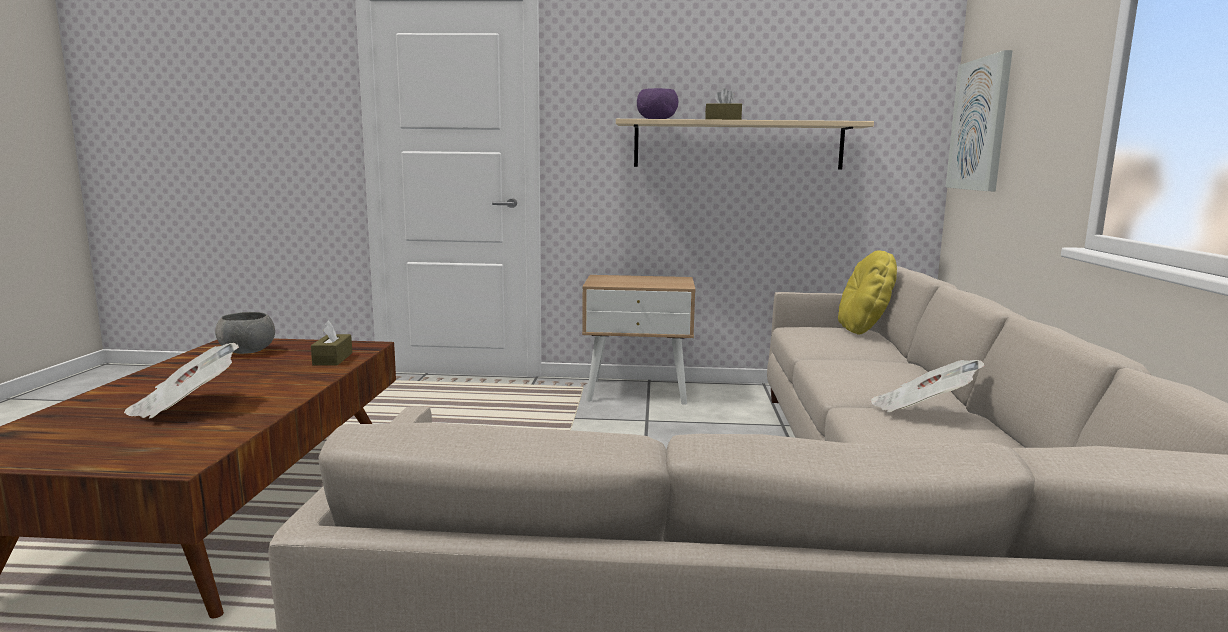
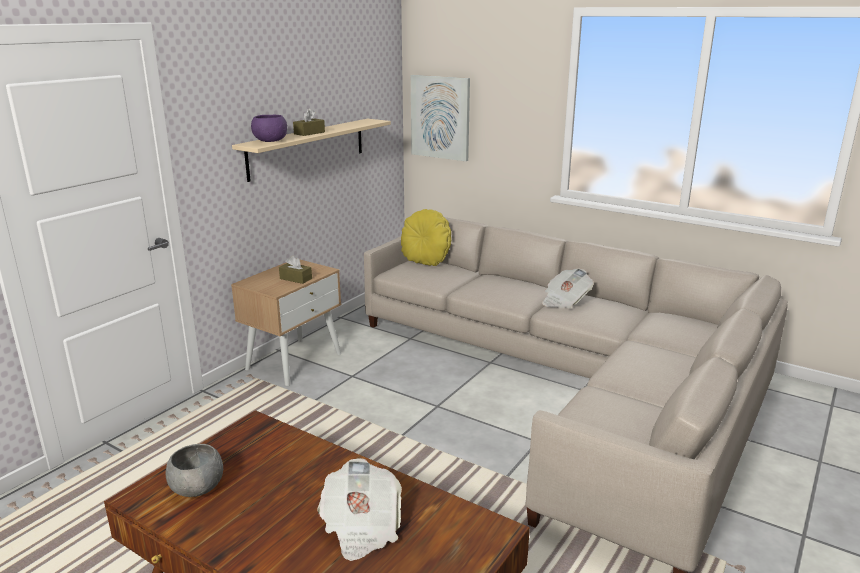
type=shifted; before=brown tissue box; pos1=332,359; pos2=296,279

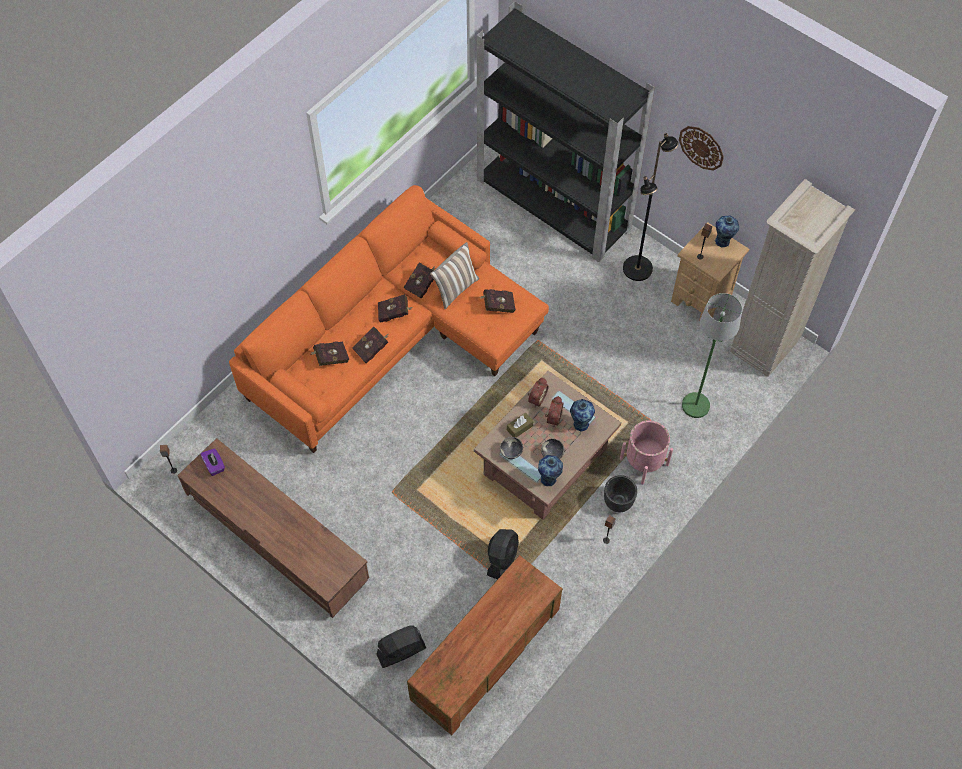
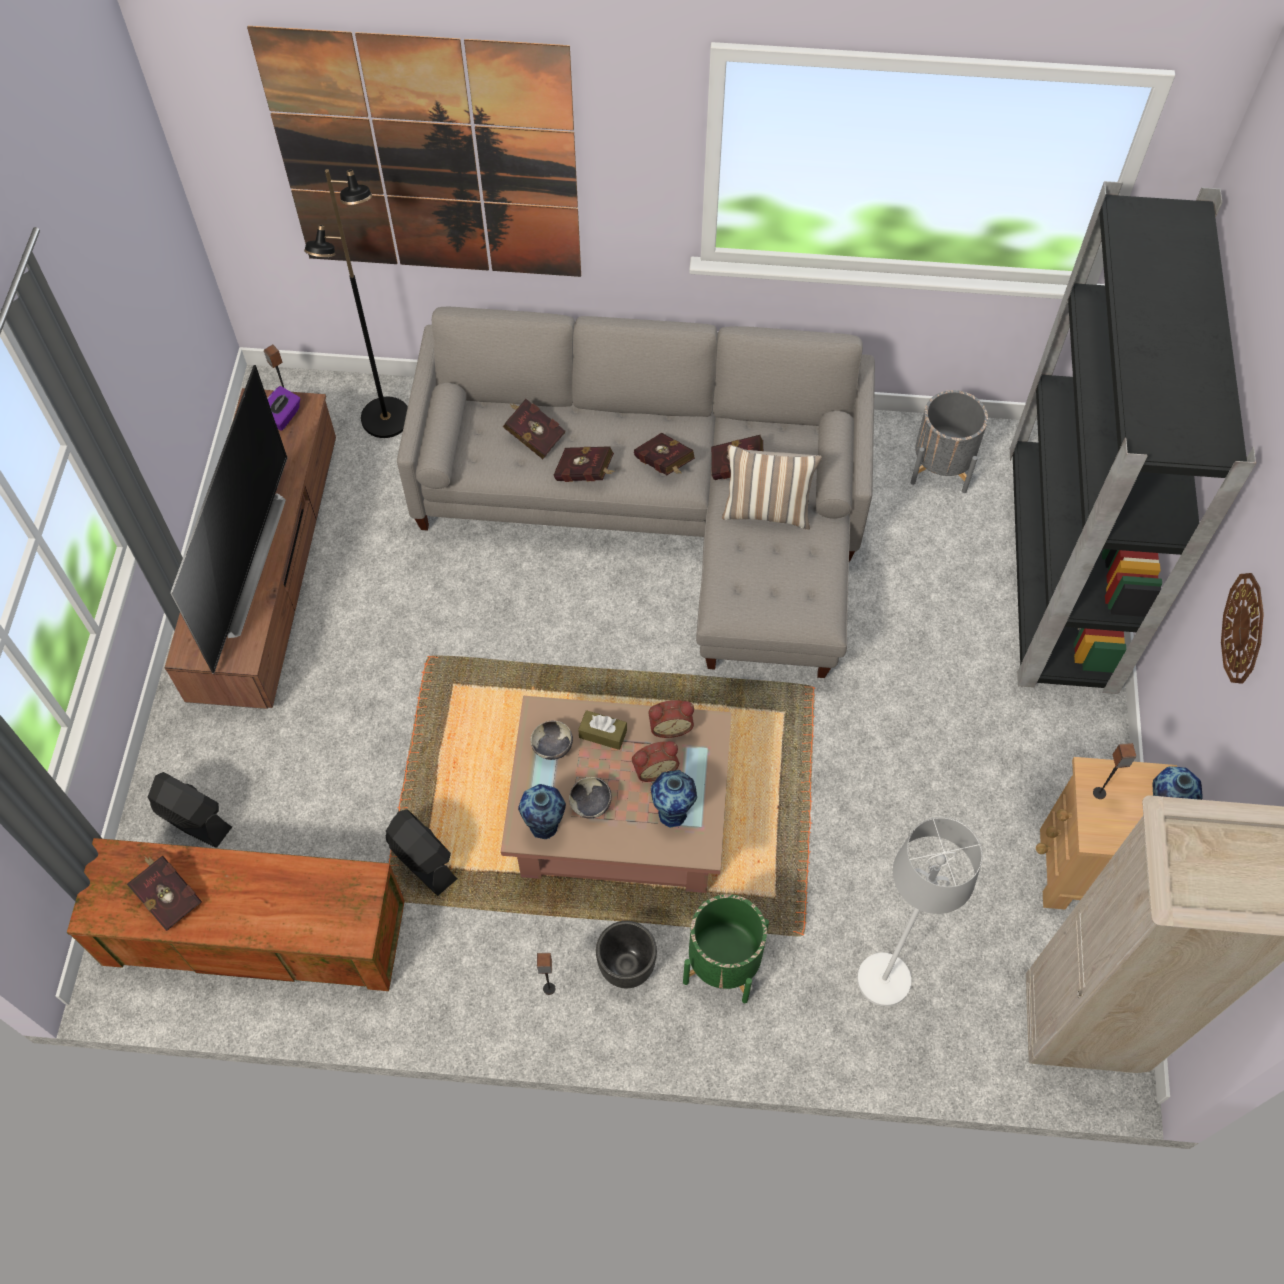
type=shifted; before=red book; pos1=497,305; pos2=168,896
type=new; after=television; pos2=242,562
type=new; after=picture; pos2=428,160
type=shifted; before=black floor lamp; pos1=638,269; pos2=386,419
type=rotated; before=black fan; pos1=502,558; pos2=421,860; turn=-120
type=repainted; before=orange sofa; after=grey sofa; pos1=393,340; pos2=664,511
type=repainted; before=pink planter; after=green planter; pos1=644,462; pos2=723,962
type=repainted; before=green floor lamp; after=white floor lamp; pos1=696,406; pos2=883,980
type=new; after=grey planter; pos2=941,466

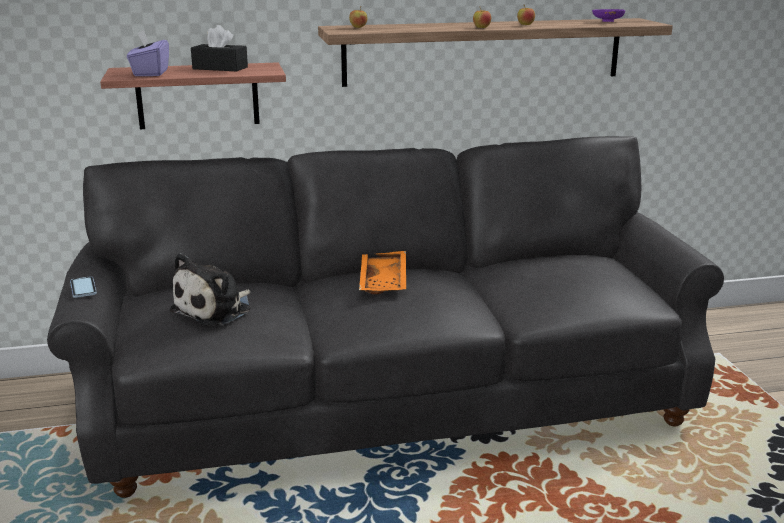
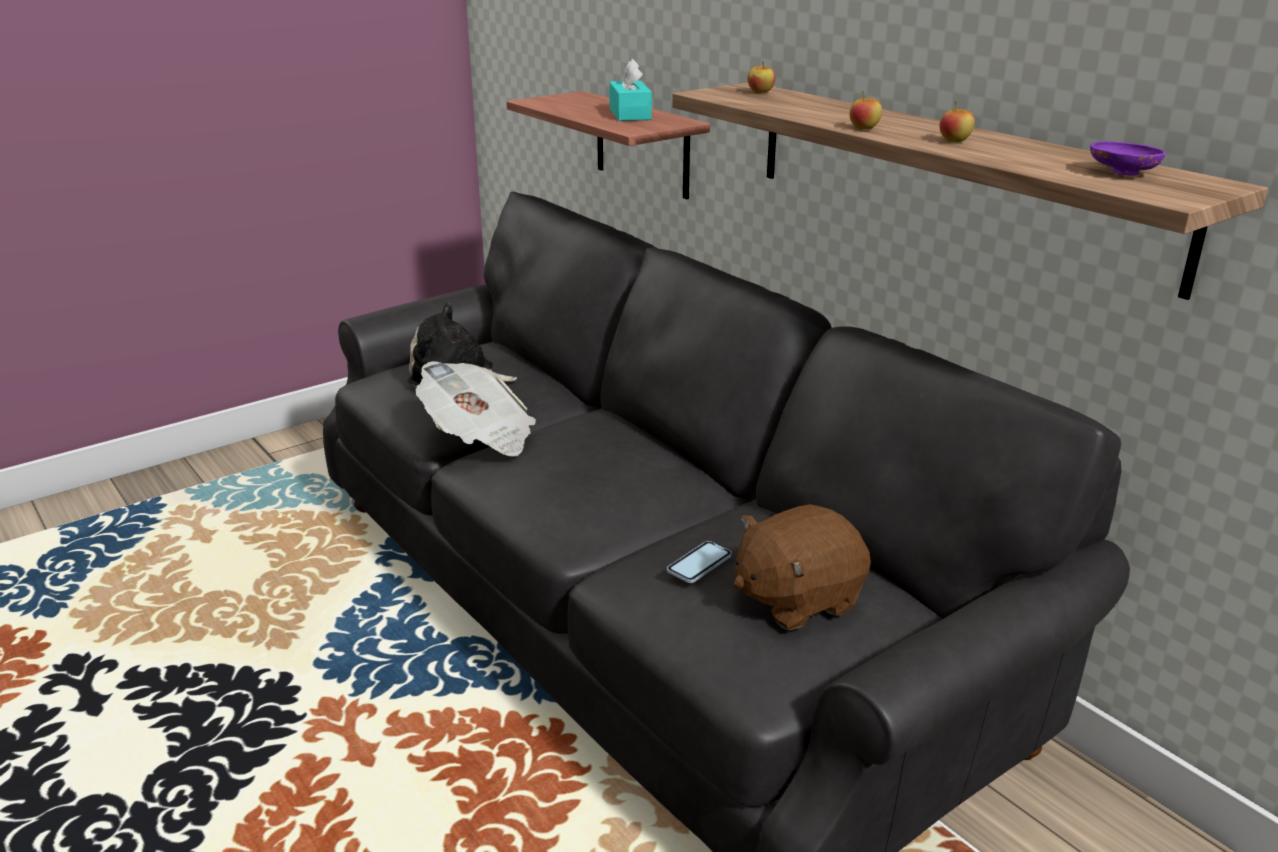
type=new; after=newspaper; pos2=480,436
type=repainted; before=black tissue box; after=turquoise tissue box; pos1=220,68; pos2=630,114
type=shifted; before=phone; pos1=83,288; pos2=699,564
type=new; after=brown plush toy; pos2=796,599
type=gone; before=purple tissue box; pos1=150,73
type=gone; before=orange tray; pos1=385,280

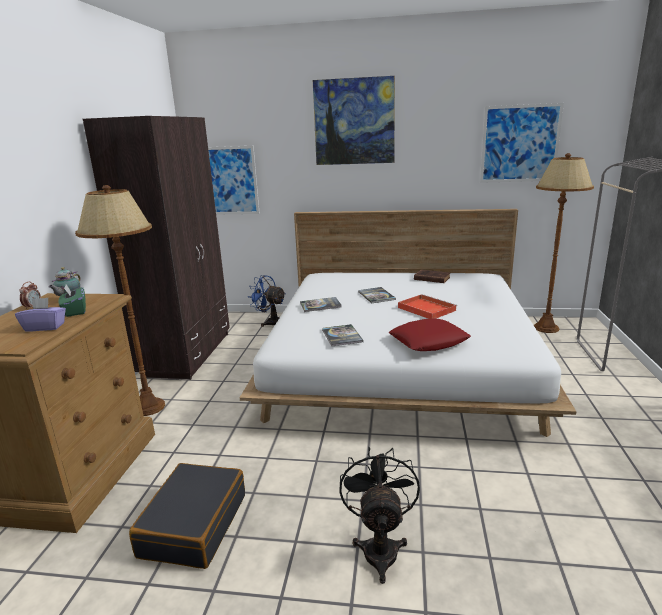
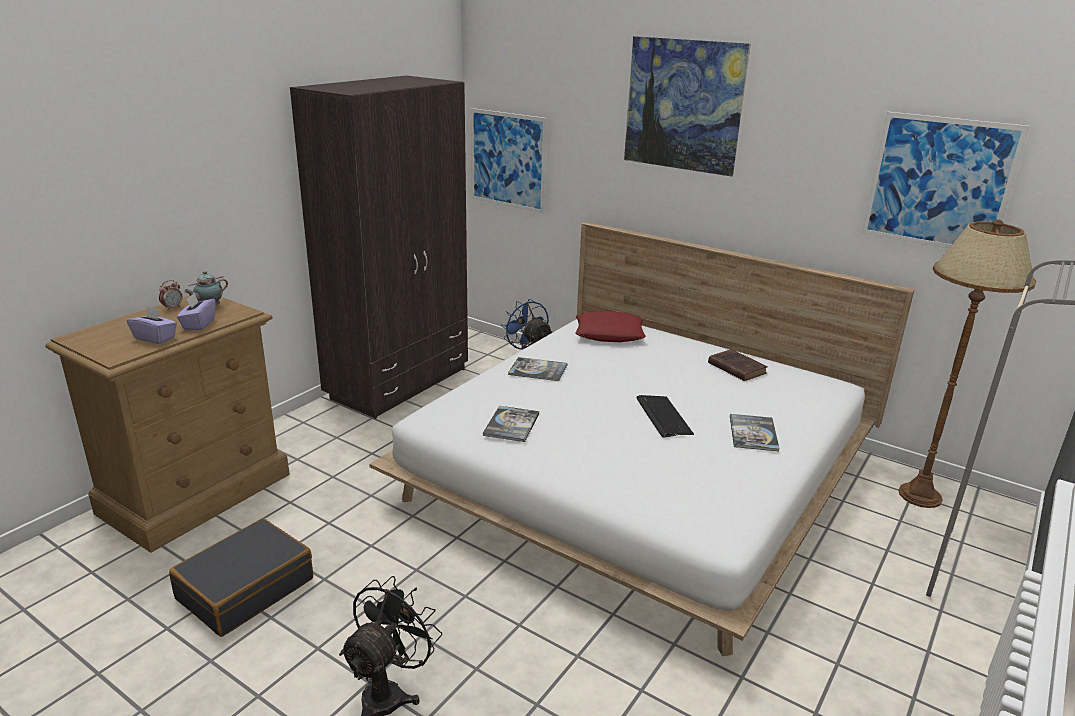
type=repainted; before=green tissue box; after=purple tissue box; pos1=75,311; pos2=198,324
type=shifted; before=red pillow; pos1=429,341; pos2=609,333
type=swapped; before=red tray; after=keyboard; pos1=425,309; pos2=663,417
type=shifted; before=book; pos1=376,296; pos2=753,433
type=gone; before=brown floor lamp; pos1=149,407

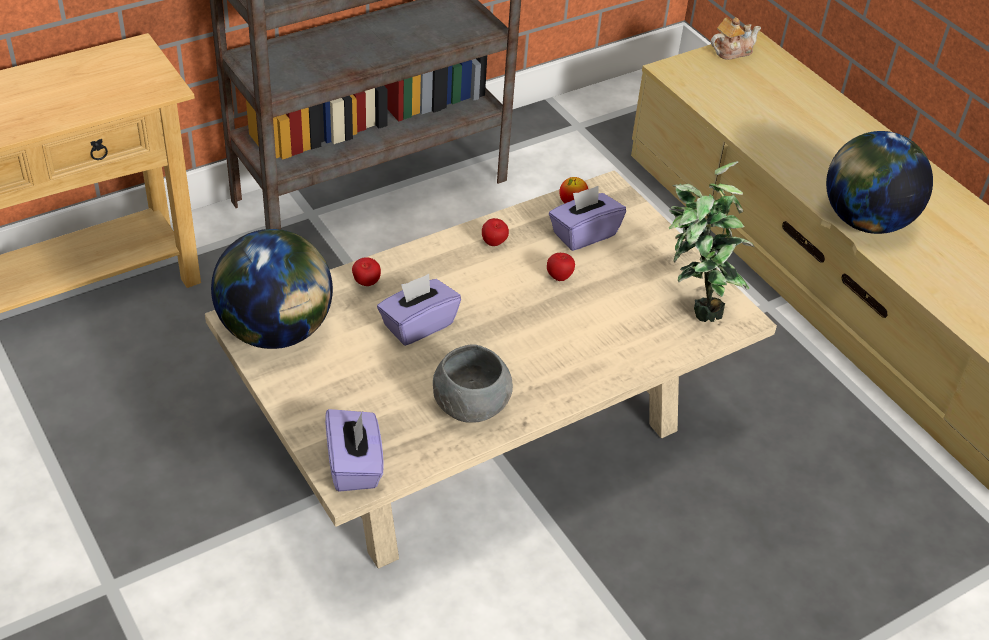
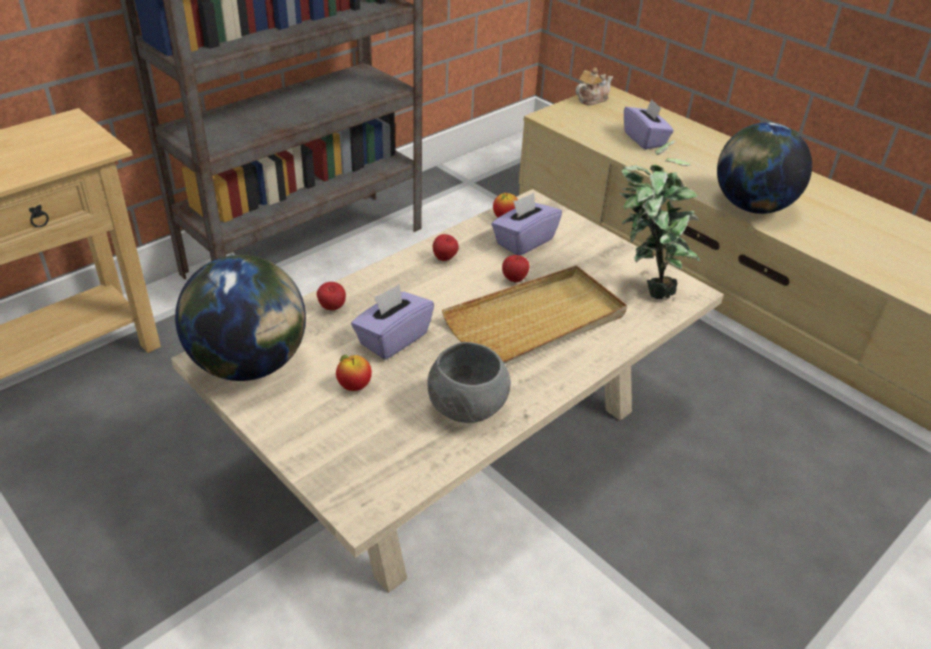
type=new; after=apple; pos2=354,386
type=new; after=beige tray; pos2=537,321
type=shifted; before=purple tissue box; pos1=355,465; pos2=645,139

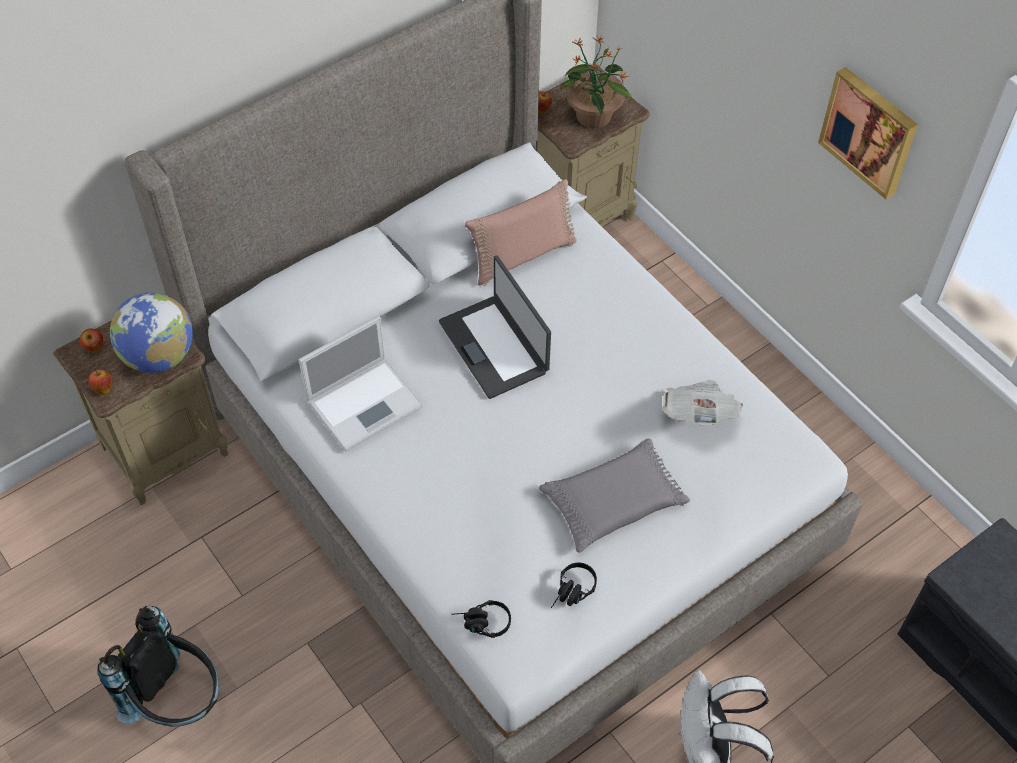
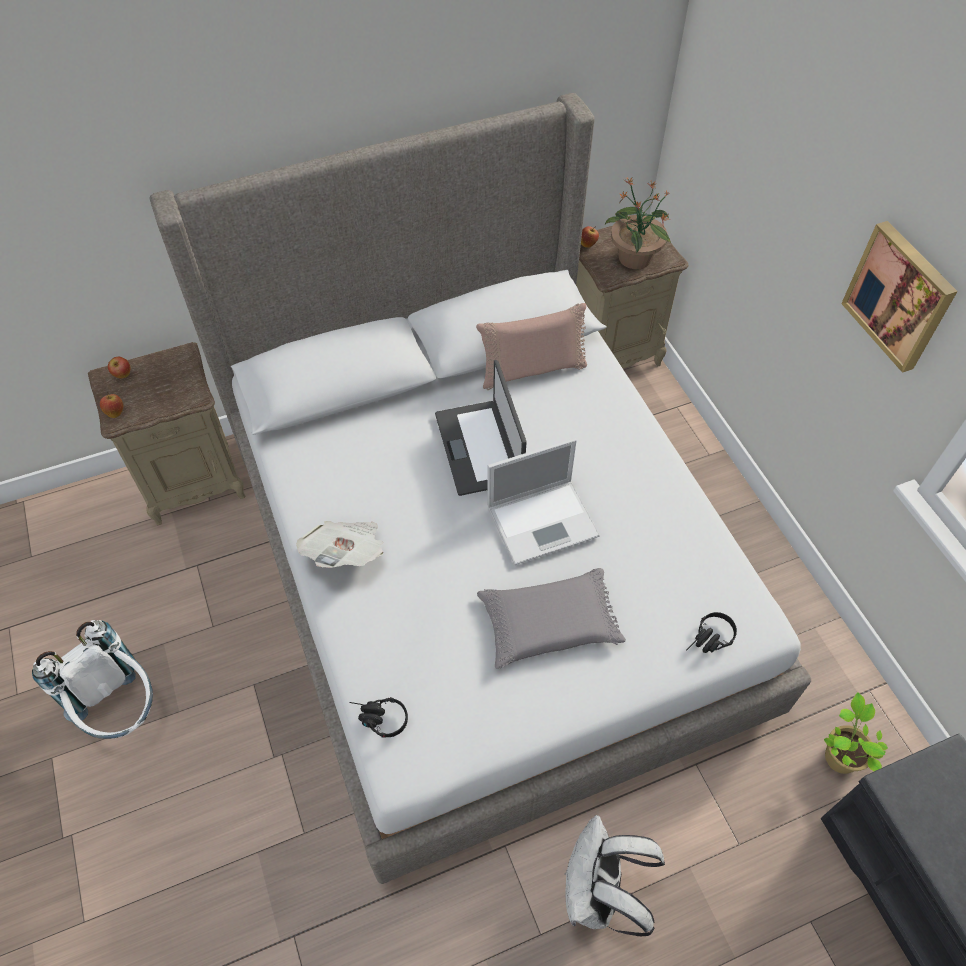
type=repainted; before=black backpack; after=white backpack; pos1=177,701; pos2=122,710
type=shifted; before=newspaper; pos1=699,414; pos2=347,554
type=shifted; before=laptop; pos1=366,403; pos2=544,520
type=shifted; before=black headphones; pos1=572,593; pos2=709,641
type=new; after=potted plant; pos2=839,755
type=gone; before=globe; pos1=159,356

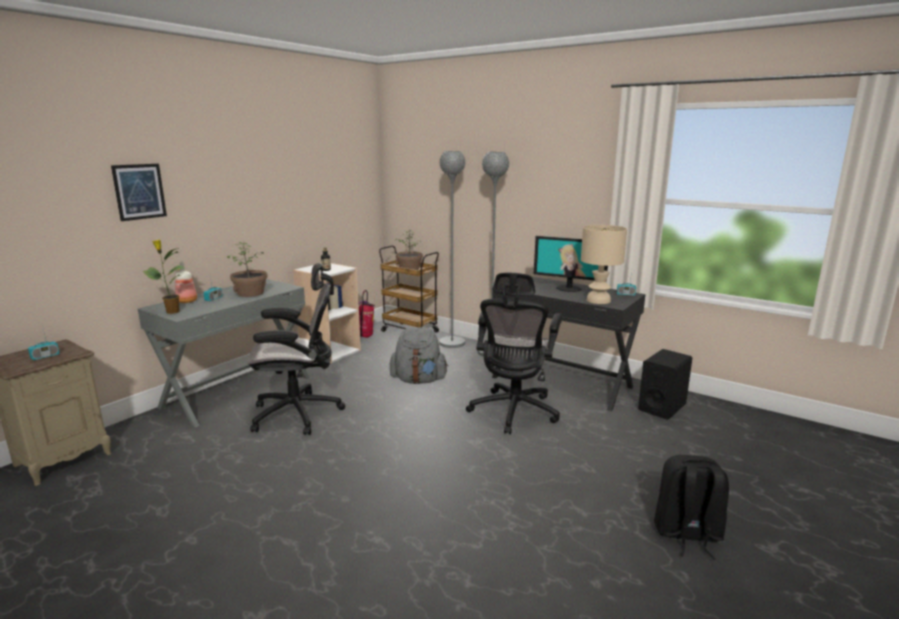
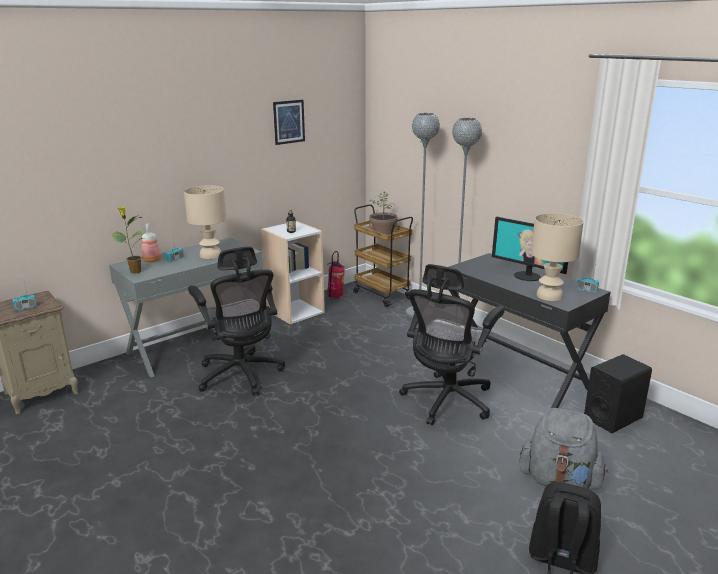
type=swapped; before=potted plant; after=beige table lamp; pos1=251,293; pos2=210,255
type=rotated; before=office chair; pos1=297,413; pos2=241,375; turn=60
type=shifted; before=picture; pos1=139,191; pos2=289,122
type=shifted; before=grey backpack; pos1=419,380; pos2=559,481

